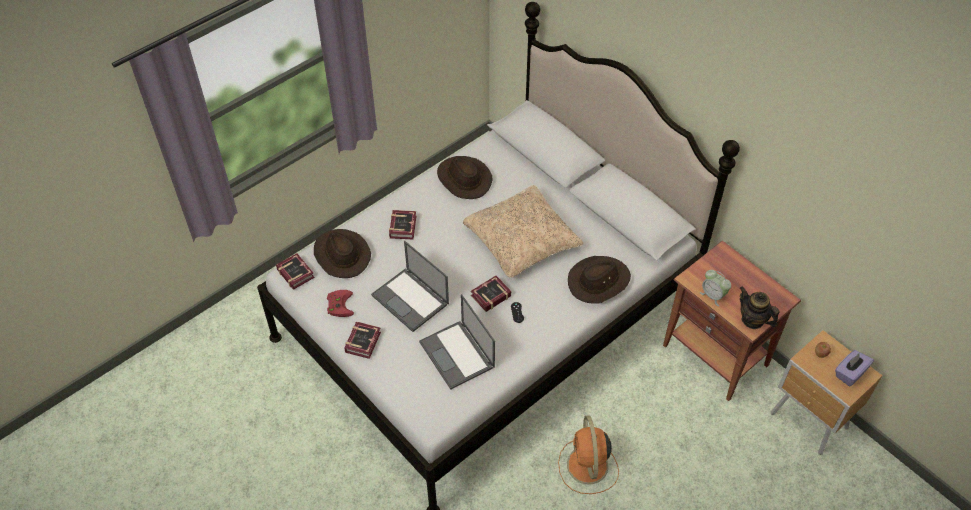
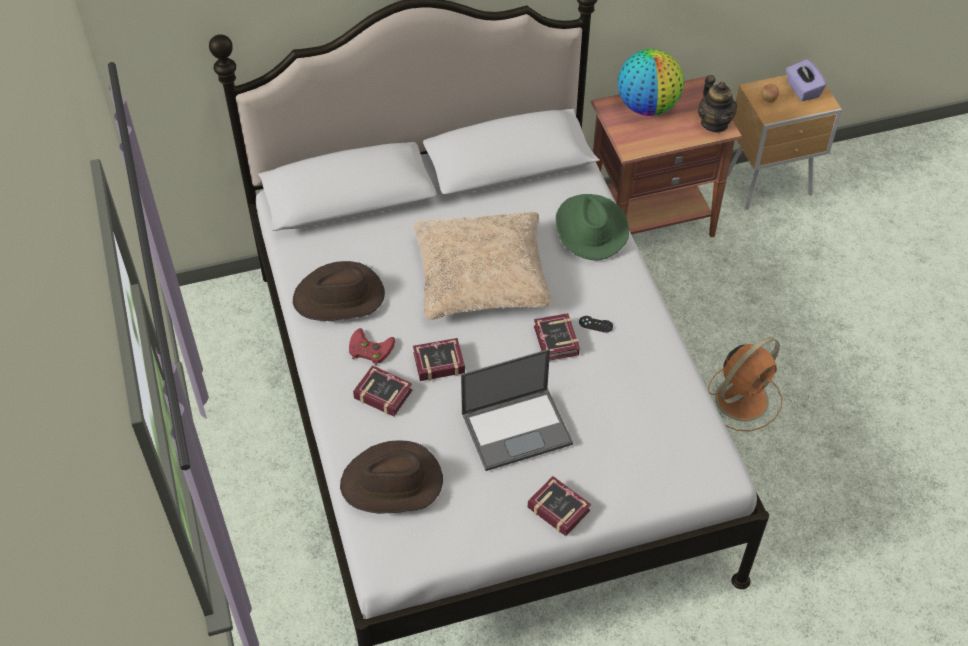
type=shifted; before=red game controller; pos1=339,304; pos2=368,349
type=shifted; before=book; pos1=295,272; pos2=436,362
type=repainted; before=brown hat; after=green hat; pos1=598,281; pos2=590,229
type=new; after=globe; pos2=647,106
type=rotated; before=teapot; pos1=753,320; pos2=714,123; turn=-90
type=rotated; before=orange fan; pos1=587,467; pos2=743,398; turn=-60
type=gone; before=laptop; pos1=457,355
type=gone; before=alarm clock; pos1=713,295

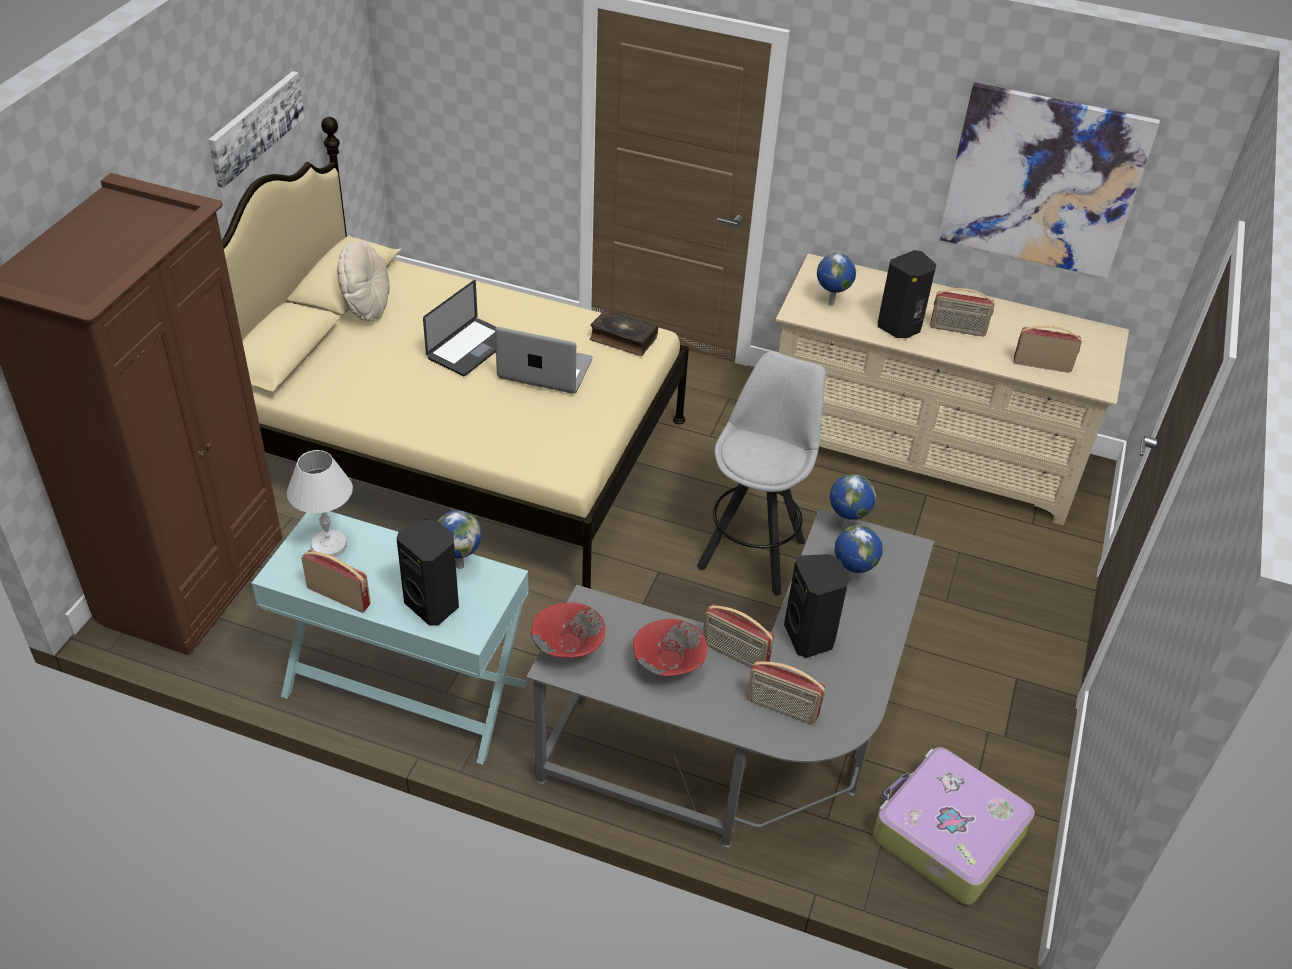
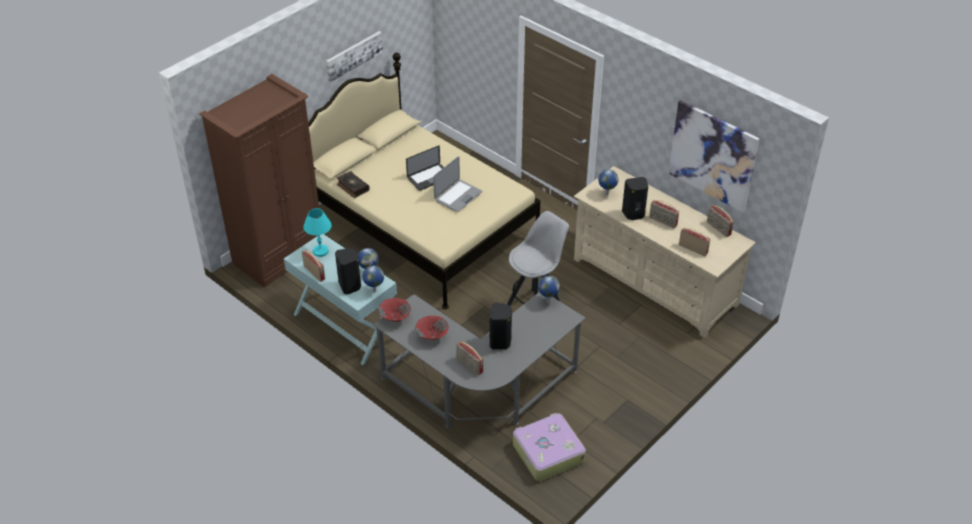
type=repainted; before=white table lamp; after=turquoise table lamp; pos1=329,546; pos2=320,251
type=shifted; before=book; pos1=622,339; pos2=352,188
type=shifted; before=globe; pos1=850,580; pos2=374,291
type=rotated; before=laptop; pos1=545,370; pos2=458,196; turn=90
type=shifted; before=radio; pos1=734,654; pos2=718,228
type=gone; before=beige pillow; pos1=367,309

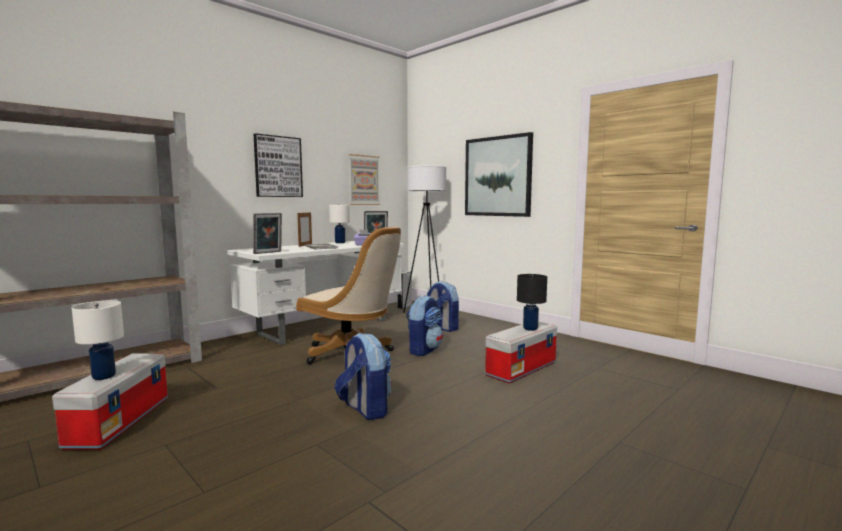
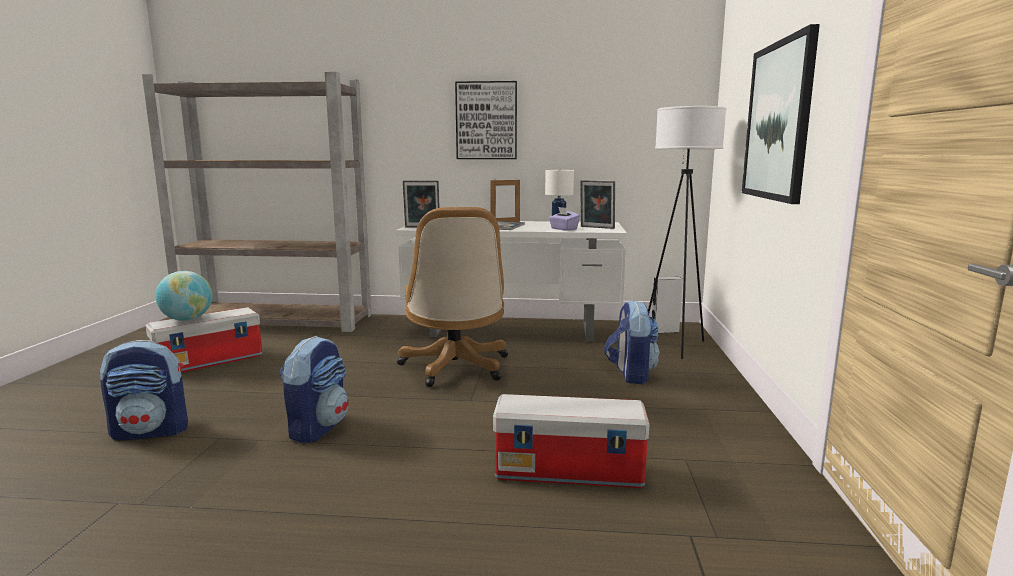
type=shifted; before=backpack; pos1=424,350; pos2=152,431
type=swapped; before=white table lamp; after=globe; pos1=102,377; pos2=187,319
type=gone; before=picture; pos1=364,180
type=gone; before=black table lamp; pos1=529,329

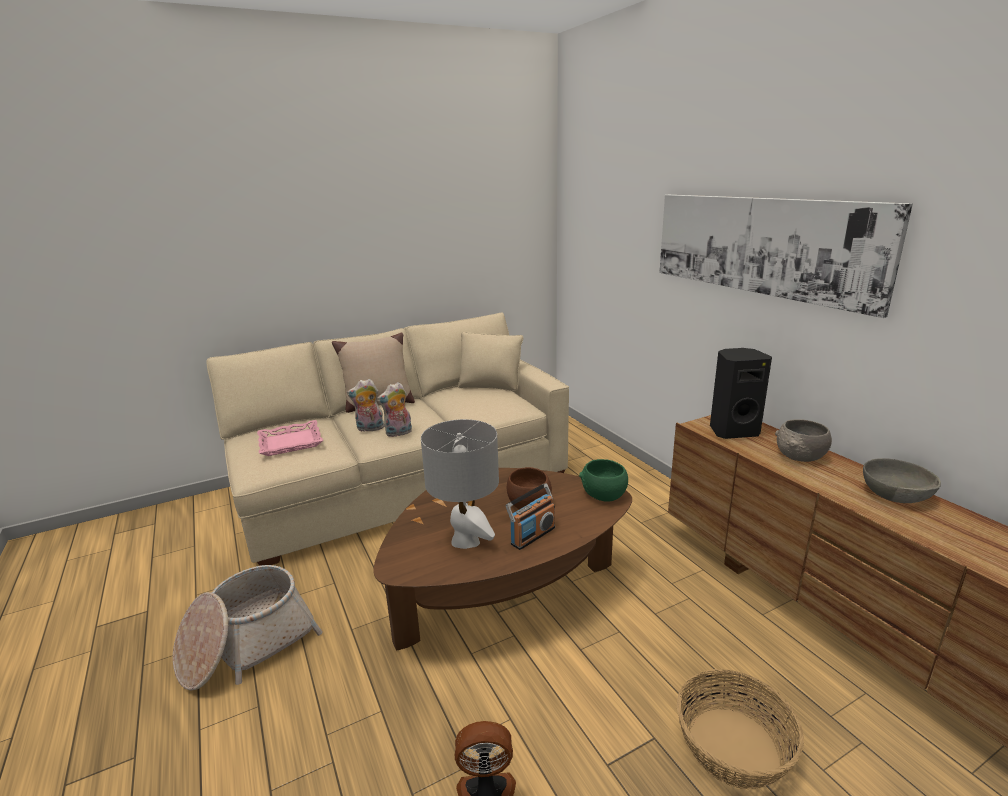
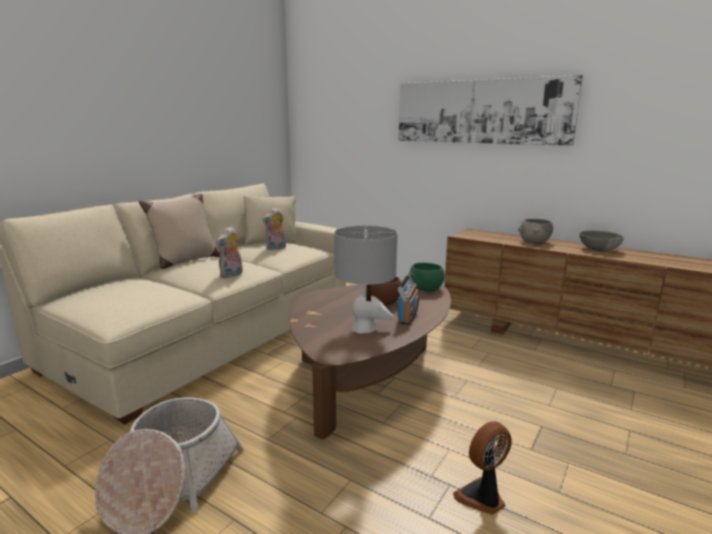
type=shifted; before=plush toy; pos1=369,429; pos2=276,248
type=gone; before=pink tray; pos1=290,442
type=gone; before=basket; pos1=734,746
type=gone; before=black speaker; pos1=732,431

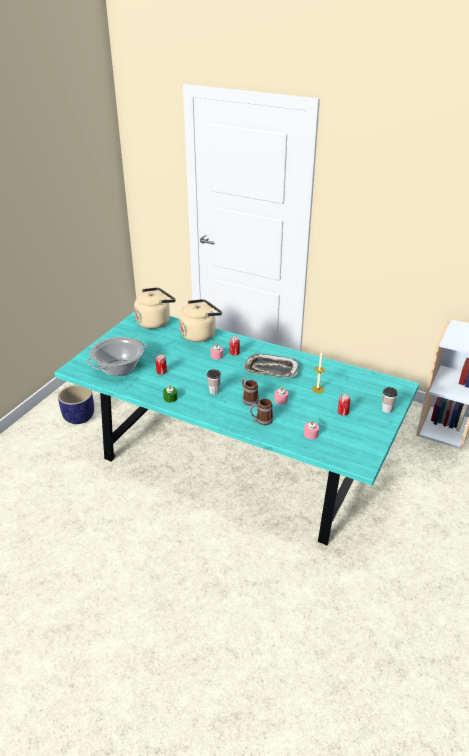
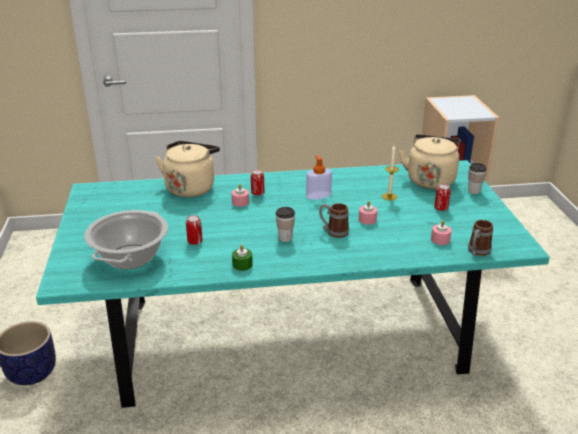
type=swapped; before=tray; after=soap dispenser; pos1=271,370; pos2=318,195
type=shifted; before=beige kettle; pos1=155,321; pos2=430,179
type=shifted; before=mug; pos1=261,420; pos2=477,252

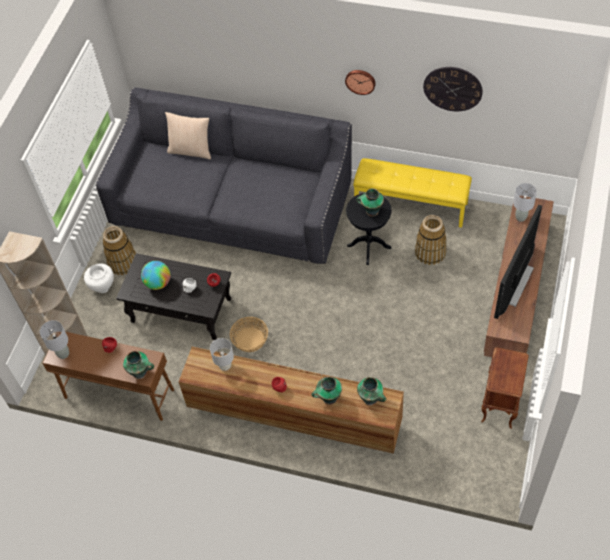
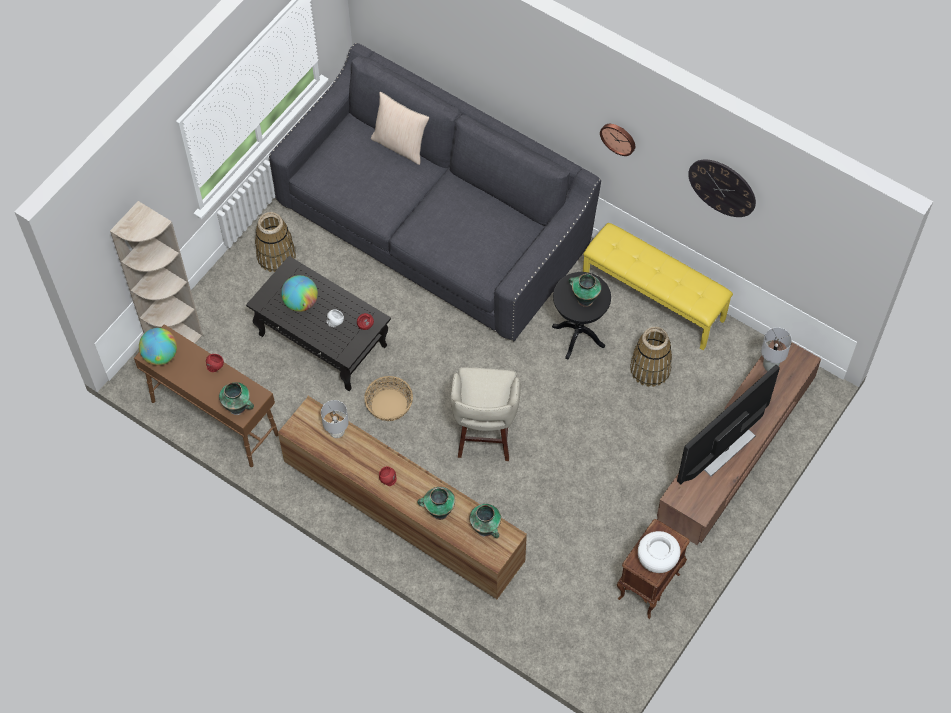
type=swapped; before=grey table lamp; after=globe; pos1=63,354; pos2=161,355
type=new; after=beige stool; pos2=484,438
type=shifted; before=white vase; pos1=102,287; pos2=656,561

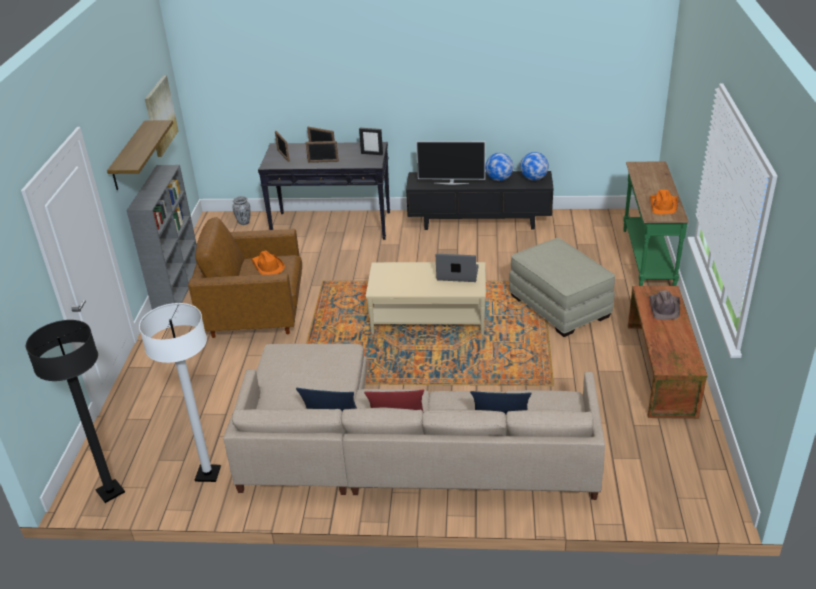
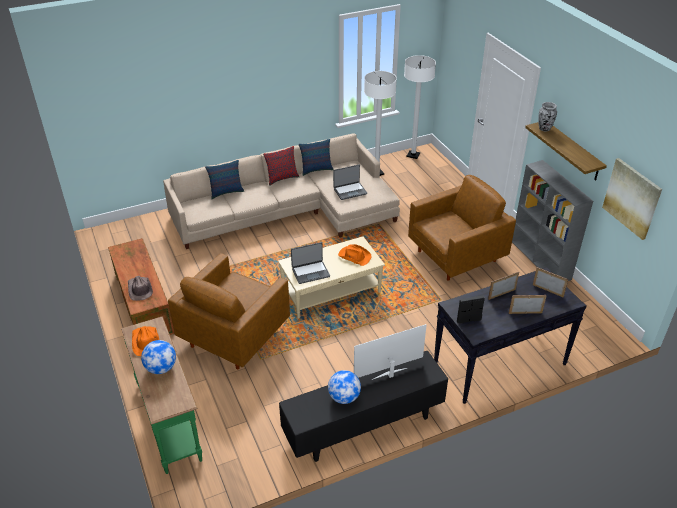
type=shifted; before=globe; pos1=534,179; pos2=161,368
type=swapped; before=beige ottoman; after=brown armchair; pos1=560,306; pos2=235,335
type=new; after=laptop; pos2=350,191
type=shifted; before=orange hat; pos1=267,266; pos2=354,256
type=repainted; before=black floor lamp; after=white floor lamp; pos1=110,492; pos2=413,155
type=shifted; before=vase; pos1=244,222; pos2=544,129

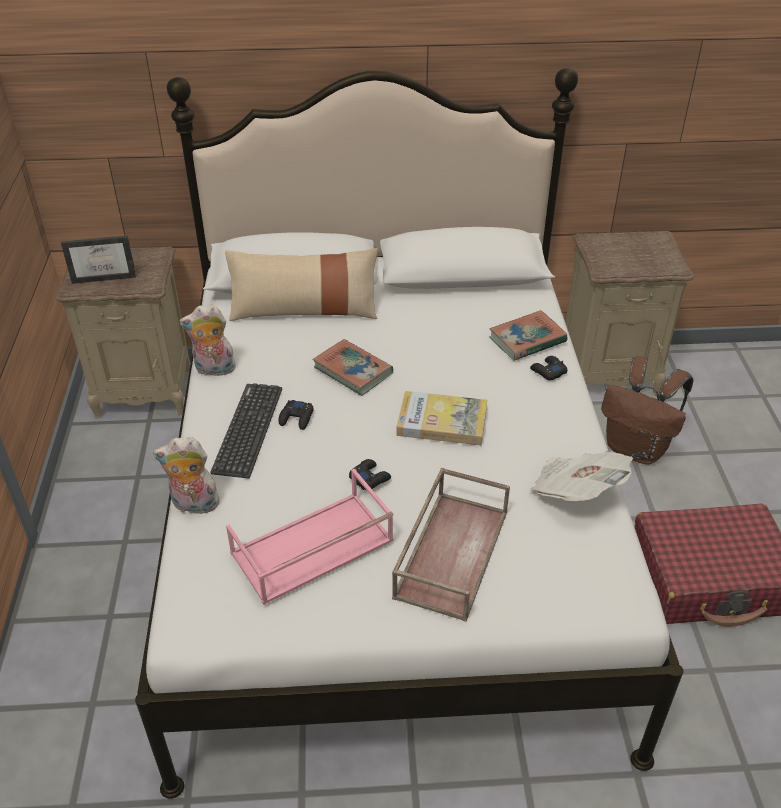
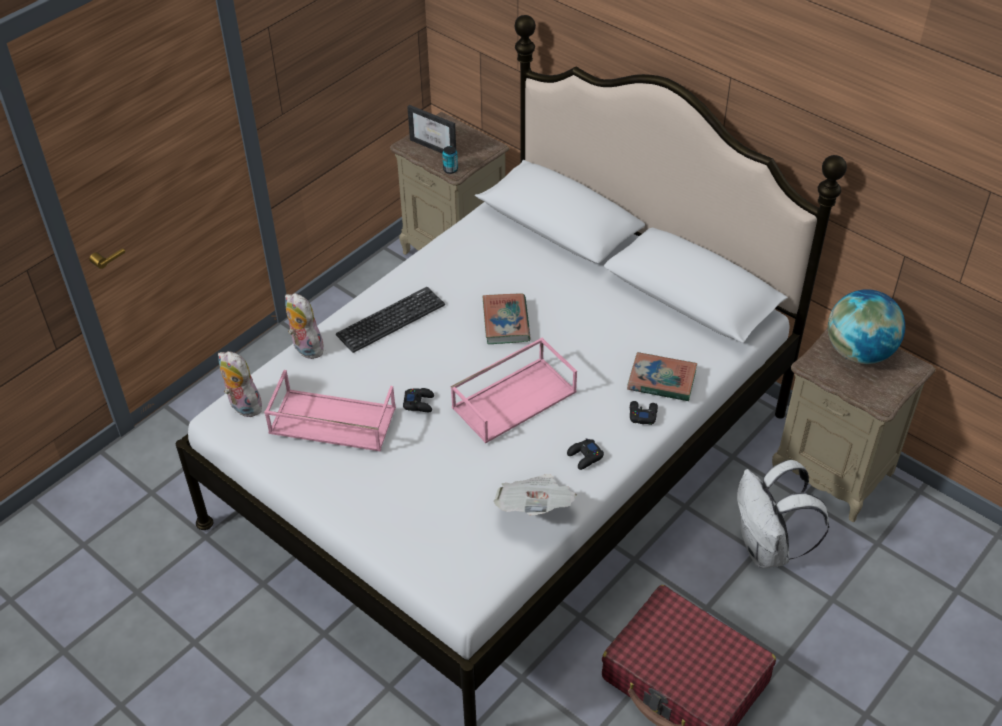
type=shifted; before=plush toy; pos1=213,370; pos2=242,406
type=new; after=can; pos2=450,170
type=swapped; before=book; after=pink tray; pos1=442,421; pos2=514,398
type=shifted; before=black game controller; pos1=297,418; pos2=585,457
type=repainted; before=brown backpack; after=white backpack; pos1=637,449; pos2=767,549
type=new; after=globe; pos2=859,352
type=gone; before=beige pillow; pos1=304,310
type=gone; before=brown tray; pos1=450,552

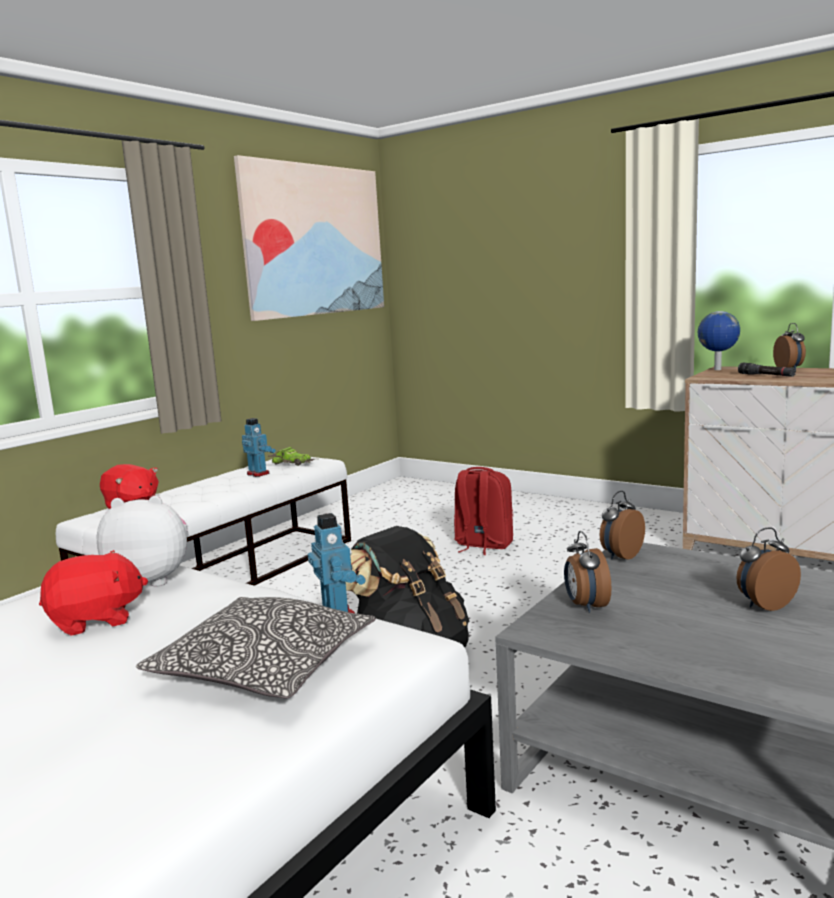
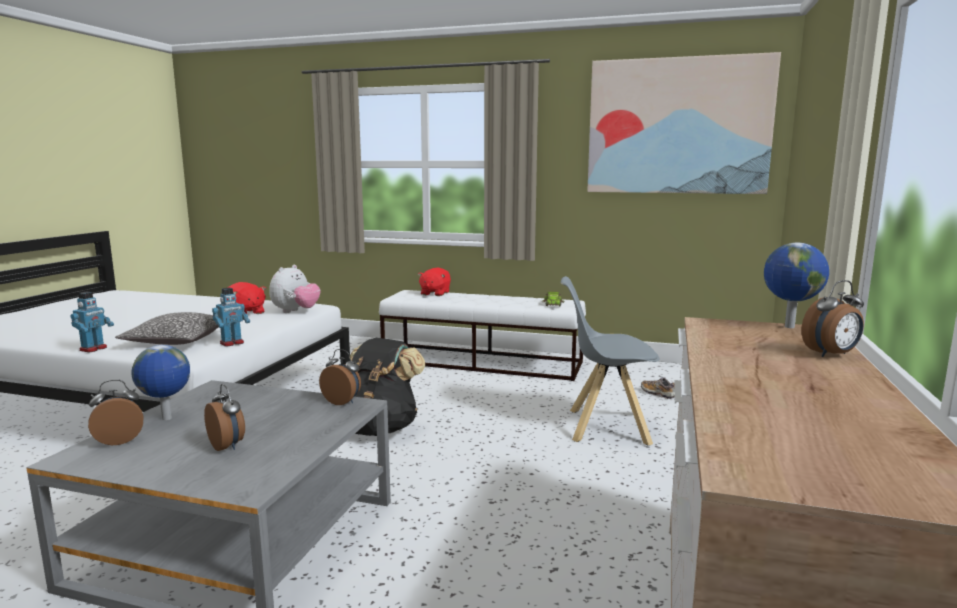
type=shifted; before=toy robot; pos1=258,474; pos2=94,349
type=shifted; before=alarm clock; pos1=585,606; pos2=119,440
type=new; after=globe; pos2=167,419
type=rotated; before=plush toy; pos1=152,579; pos2=295,311; turn=45
type=swapped; before=red backpack; after=grey chair; pos1=483,545; pos2=605,426
type=new; after=shoe; pos2=658,394
type=gone; before=black flashlight; pos1=766,375

